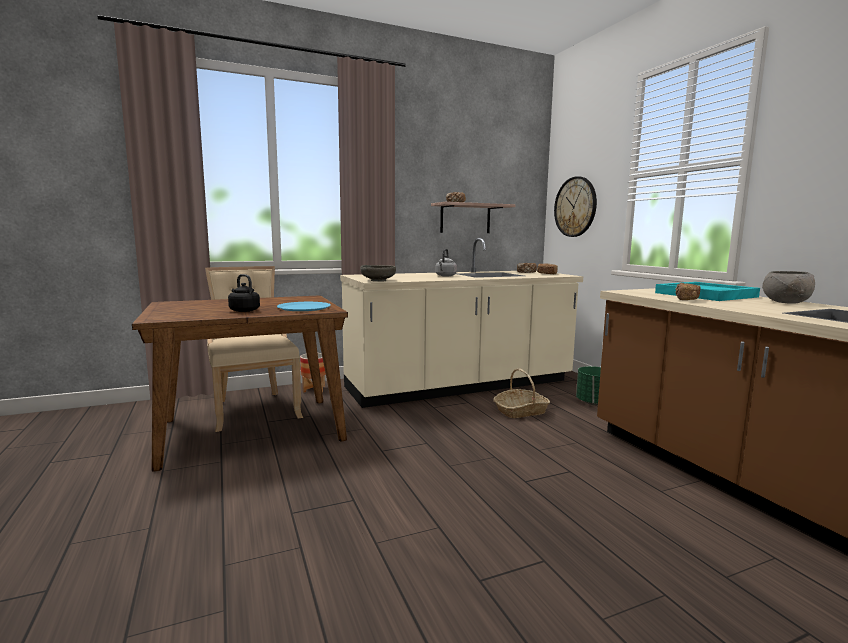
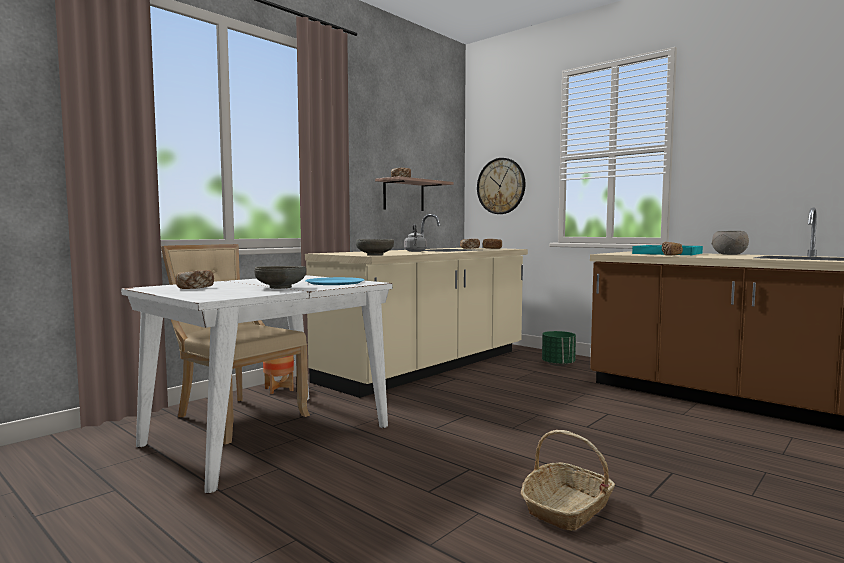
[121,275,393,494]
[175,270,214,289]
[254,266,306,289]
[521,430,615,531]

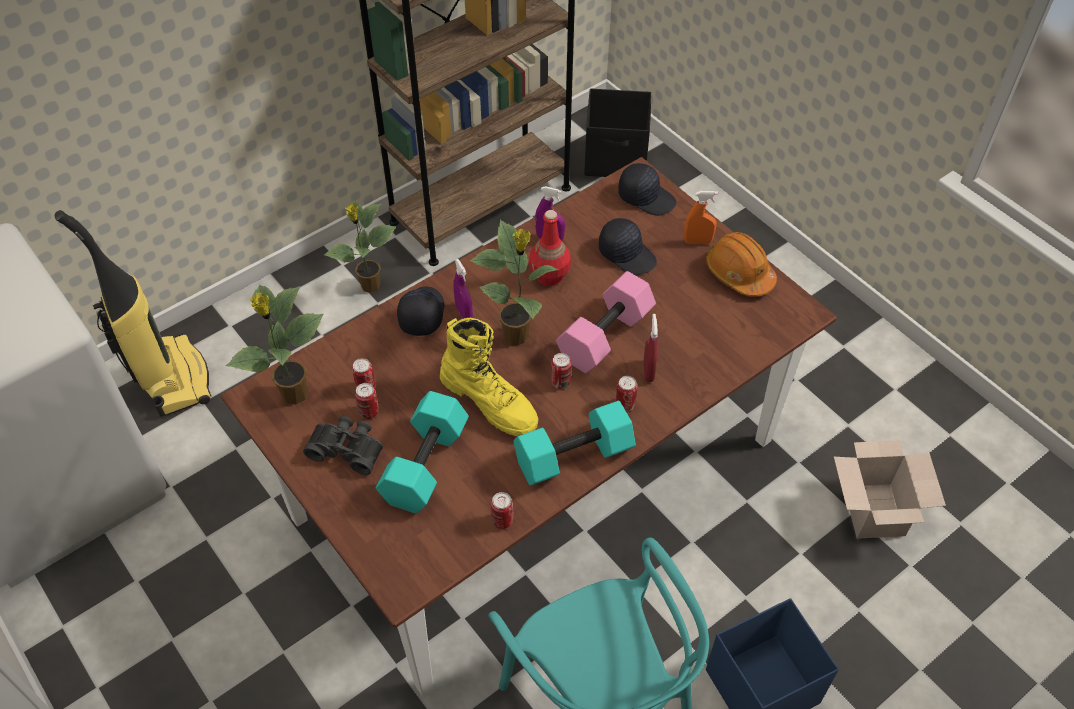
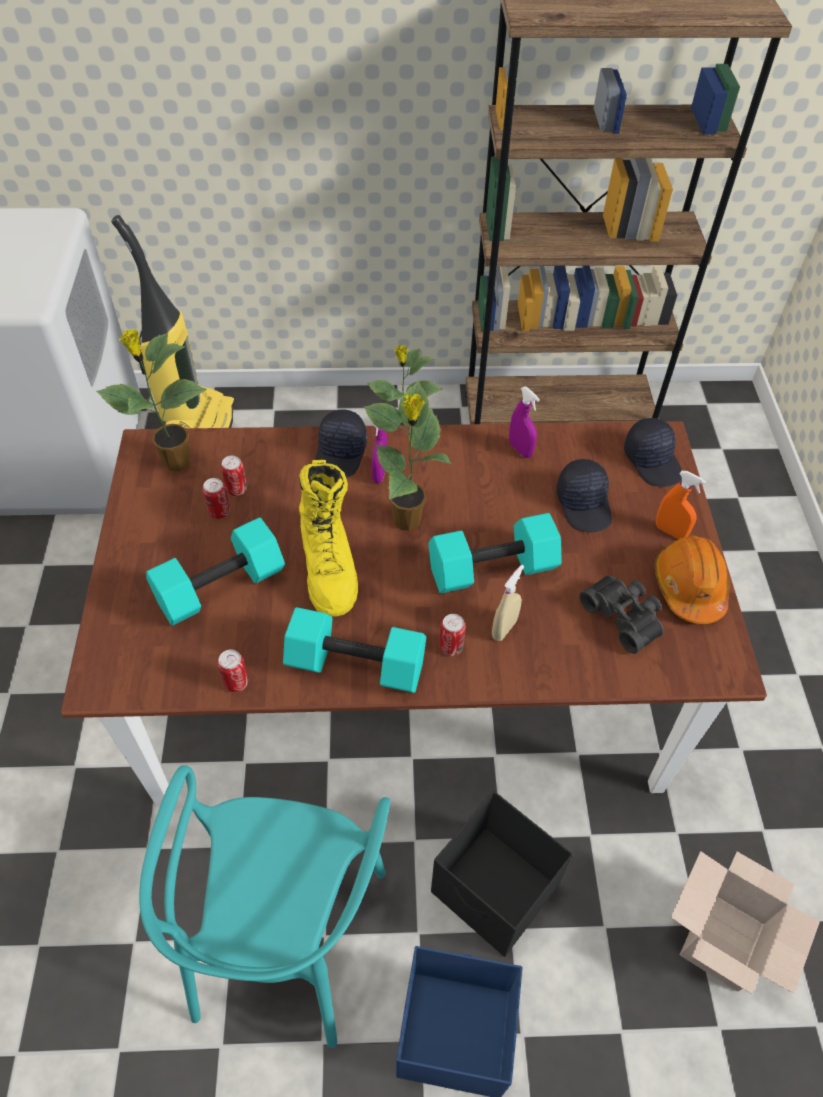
[315,409,367,478]
[428,513,562,594]
[431,791,573,957]
[492,565,524,641]
[579,575,664,654]
[529,210,571,286] (first image)
[551,353,572,389] (first image)

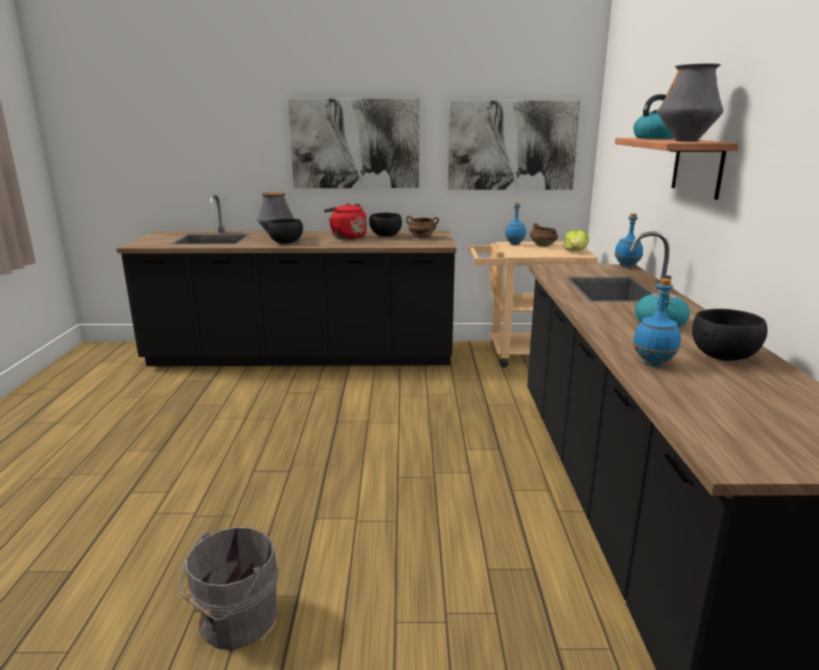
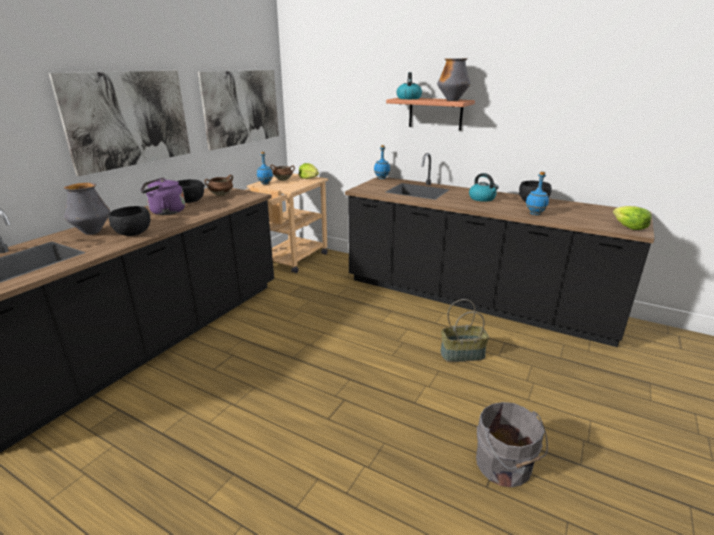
[140,177,185,215]
[440,299,489,362]
[613,206,651,230]

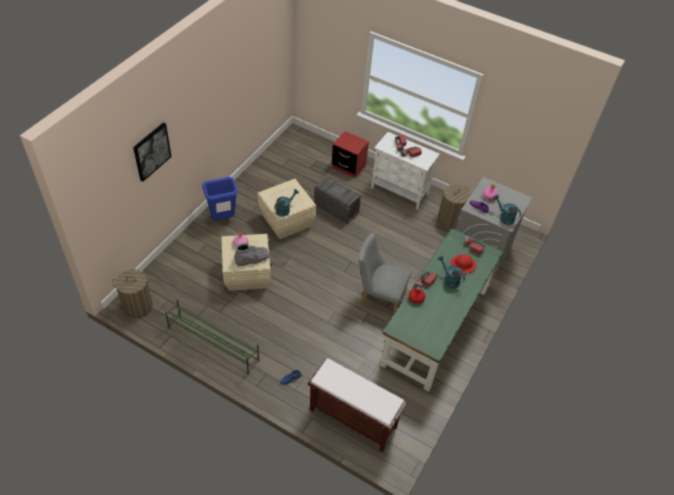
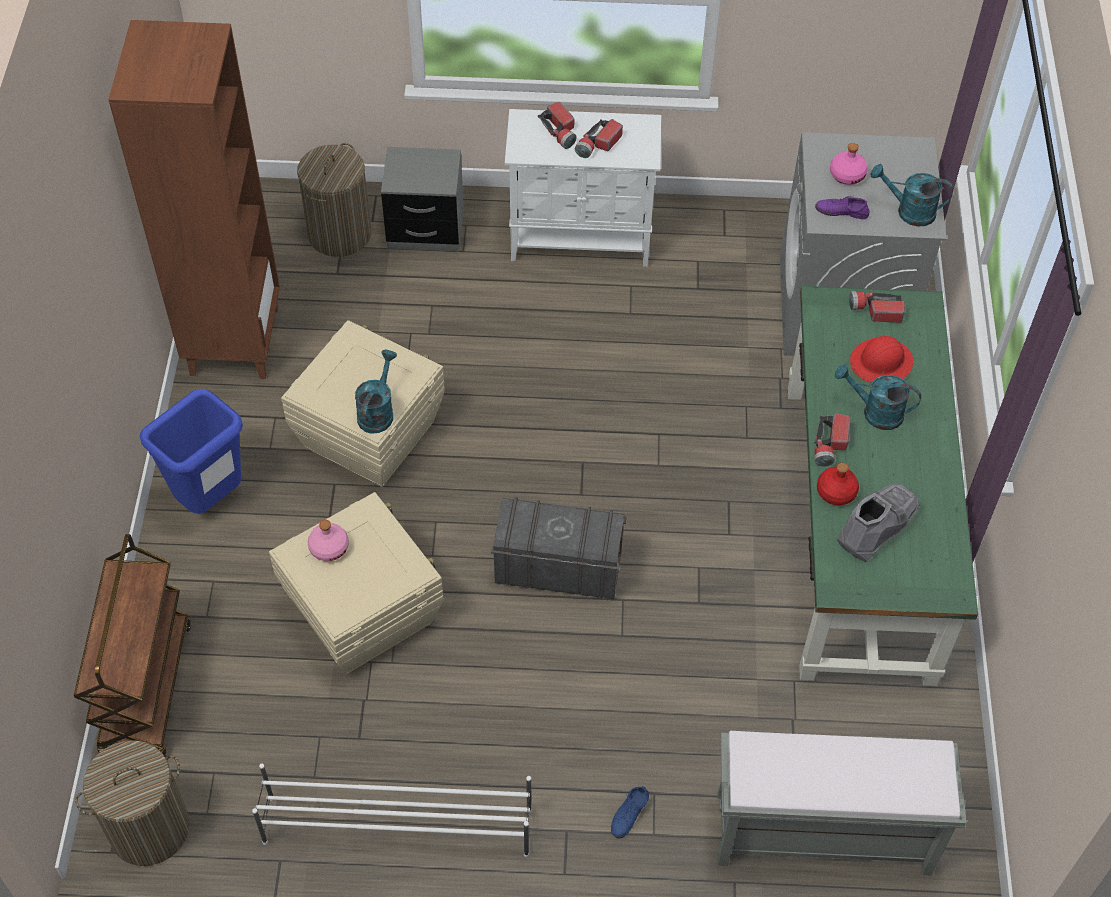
[74,534,190,757]
[108,20,280,379]
[252,764,532,857]
[297,143,371,257]
[381,147,464,251]
[491,497,626,599]
[717,731,966,876]
[837,484,920,562]
[133,122,171,182] (first image)
[358,233,411,316] (first image)

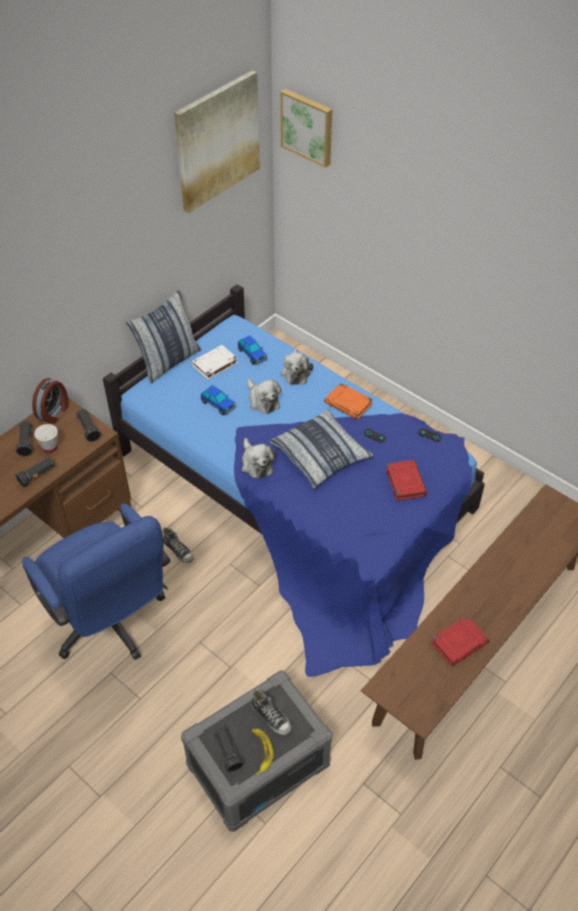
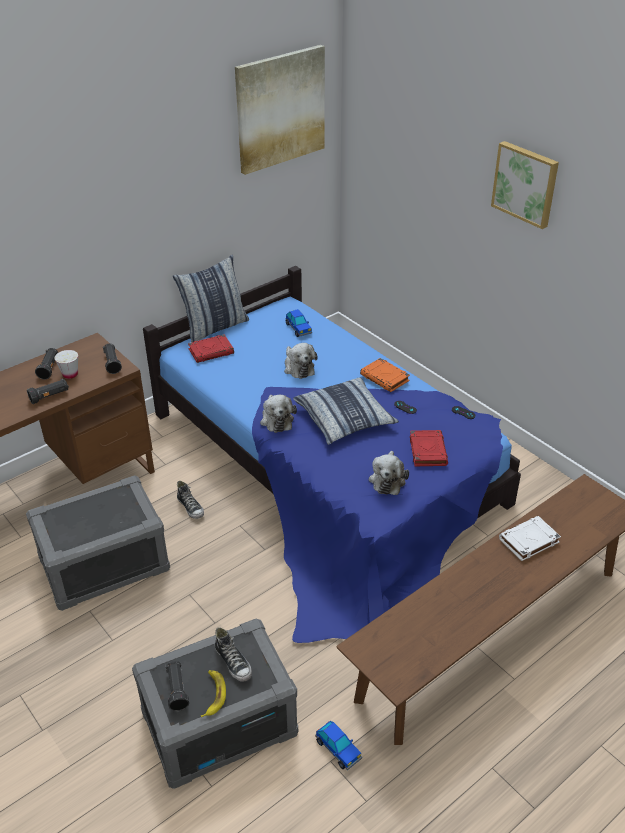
[26,475,170,611]
[188,334,234,363]
[315,721,362,770]
[369,451,409,495]
[491,141,559,229]
[499,516,561,561]
[32,378,68,424] (first image)

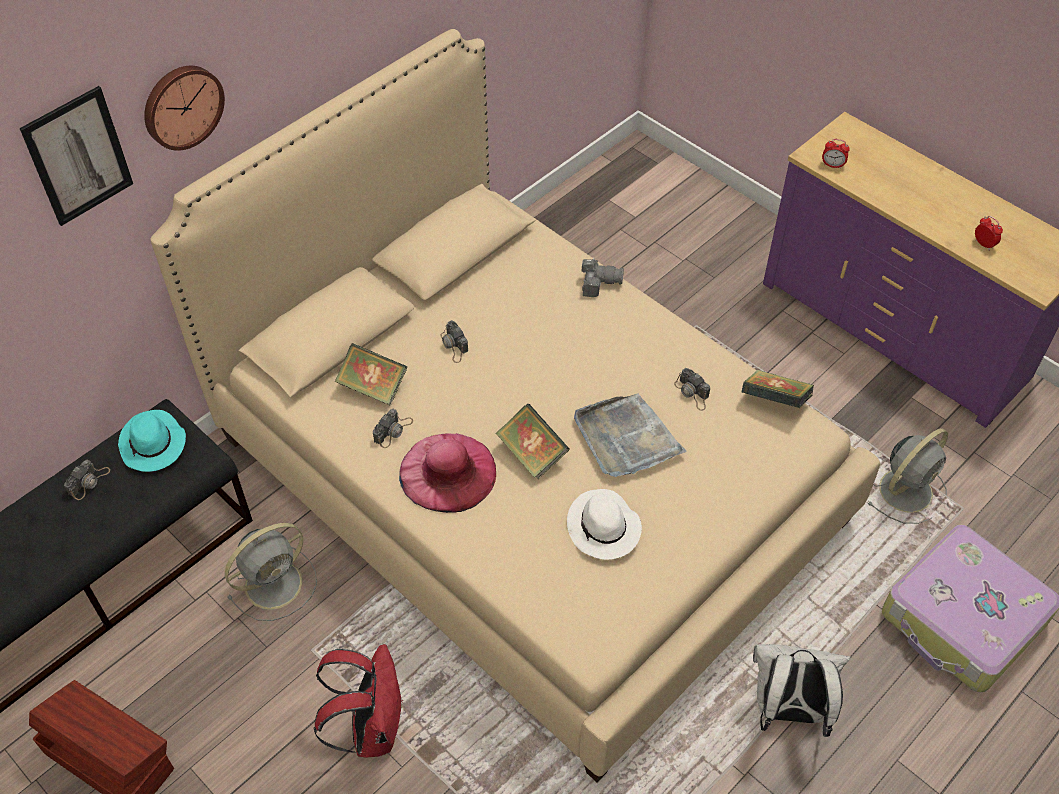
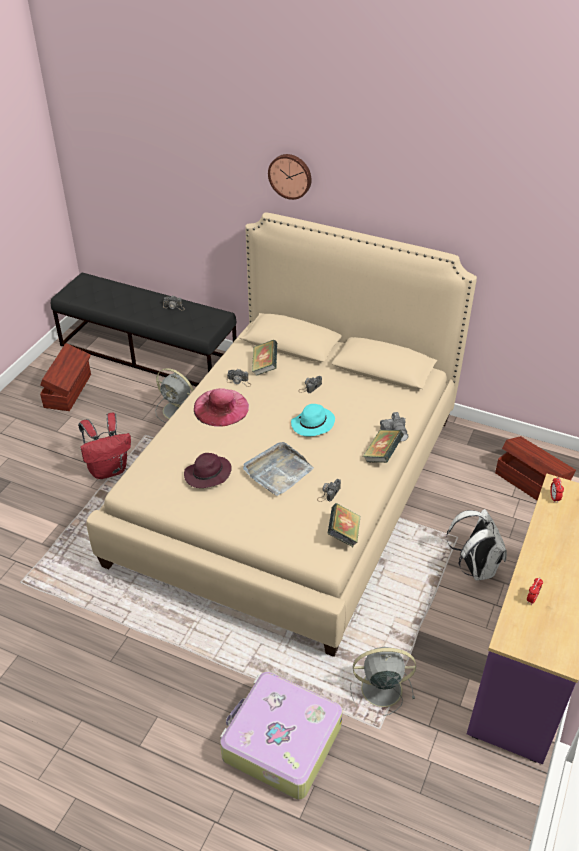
[184,453,232,488]
[291,404,335,437]
[350,647,416,716]
[363,430,404,463]
[446,509,507,581]
[495,436,576,500]
[19,86,133,226] (first image)

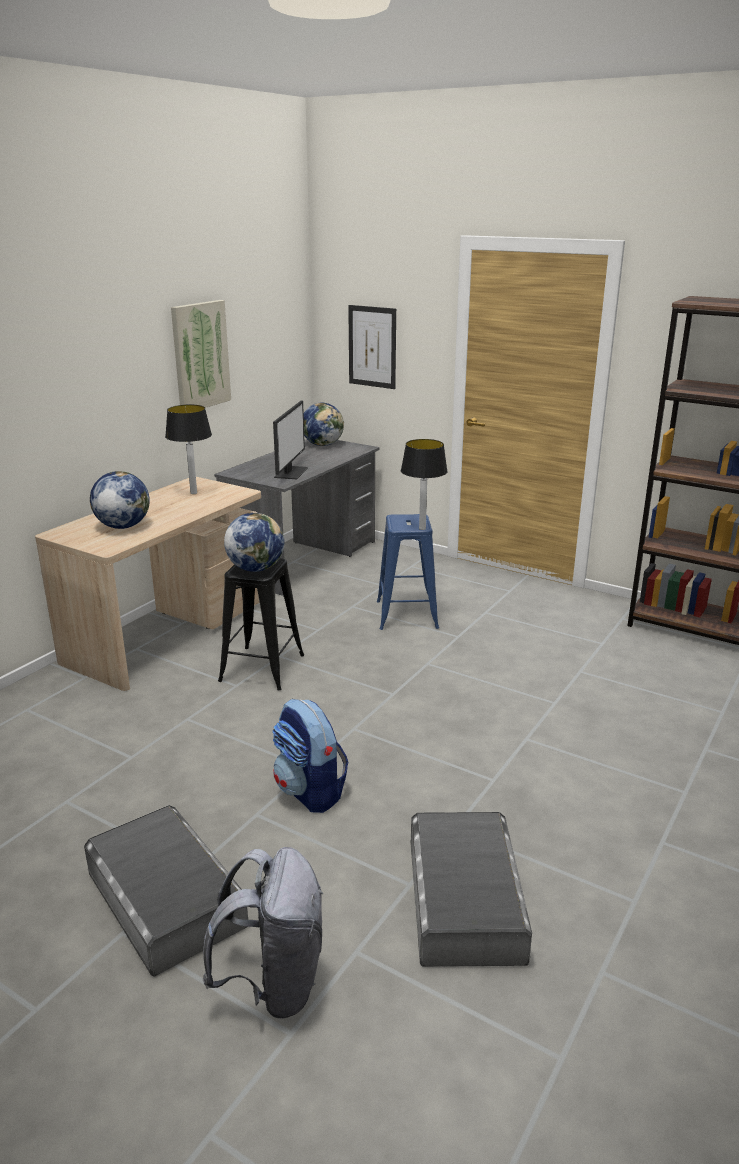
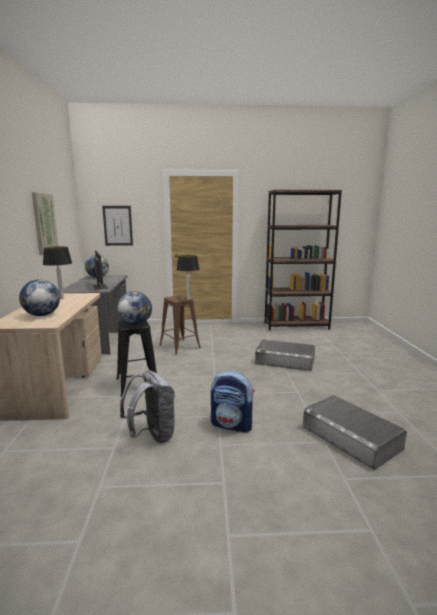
[120,370,175,443]
[160,295,201,355]
[255,340,315,371]

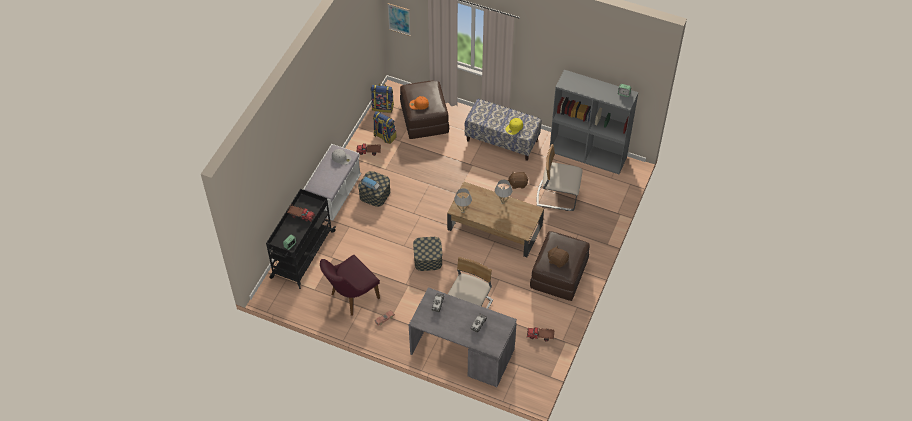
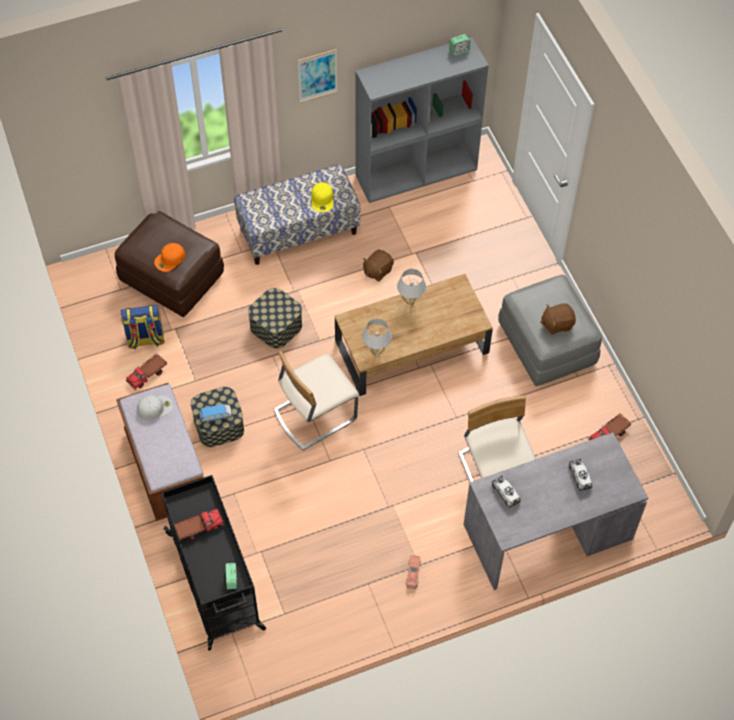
[116,383,204,521]
[248,288,302,348]
[274,350,359,450]
[298,49,338,103]
[499,275,602,386]
[320,255,380,316] (first image)
[371,84,394,113] (first image)

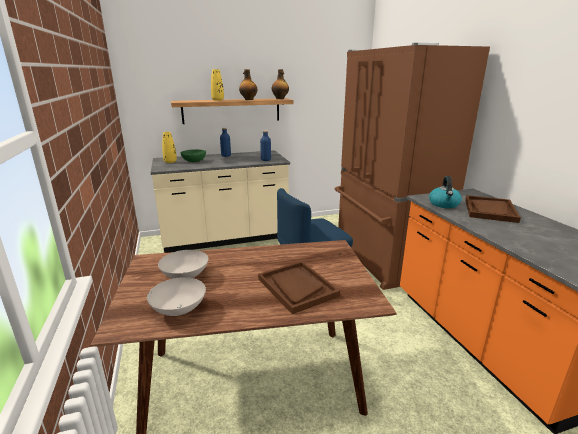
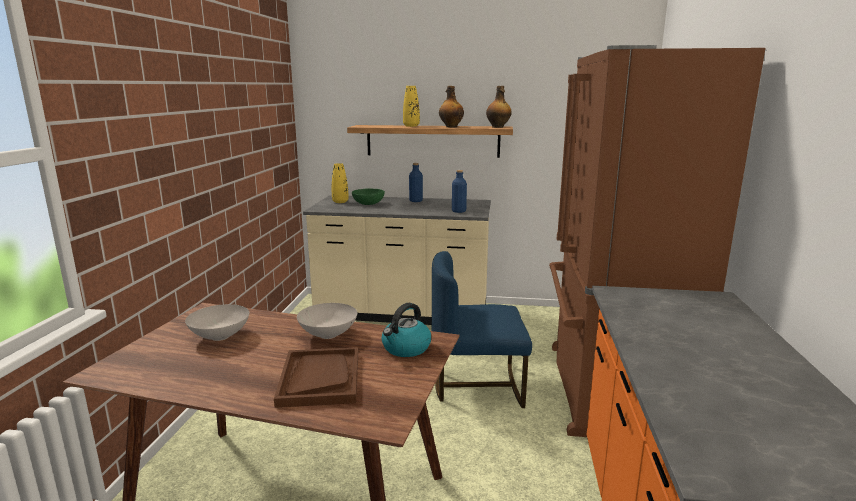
[297,303,357,339]
[382,303,431,357]
[465,195,521,223] (first image)

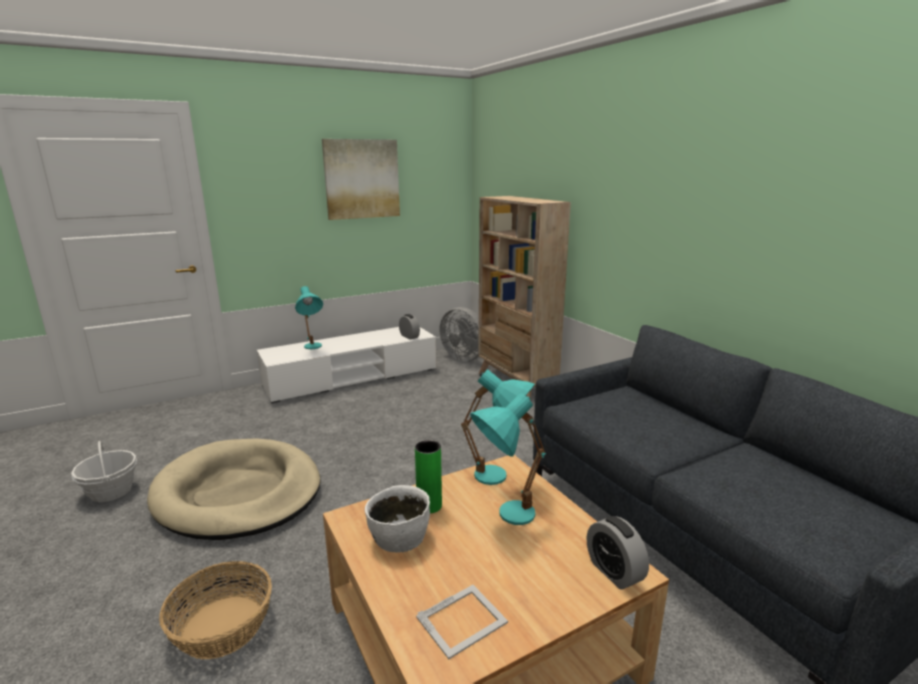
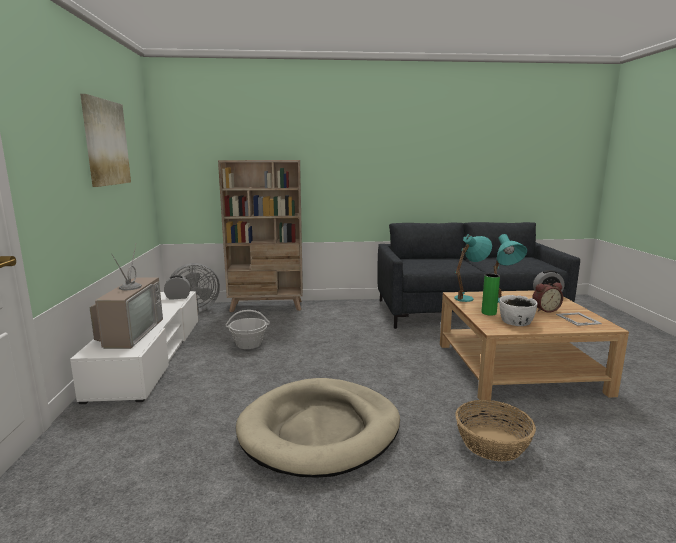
[90,245,163,349]
[225,310,270,349]
[532,283,563,313]

